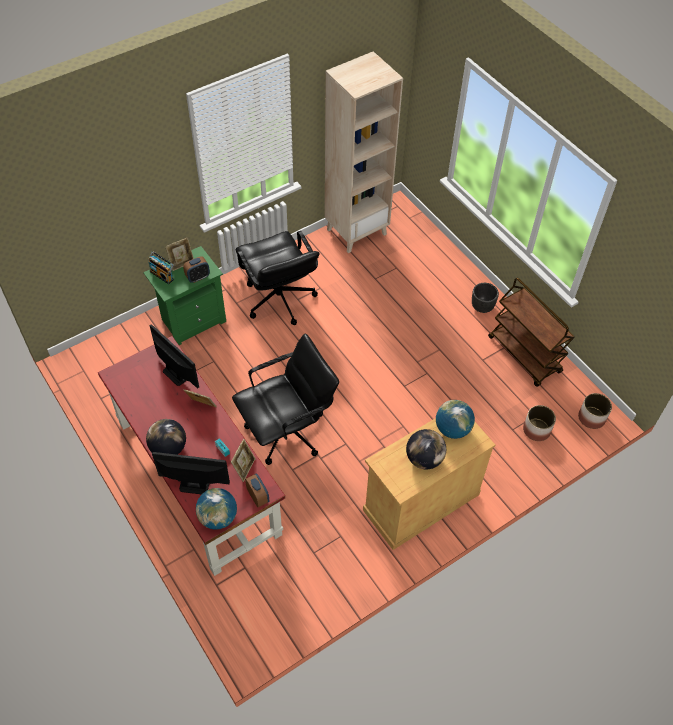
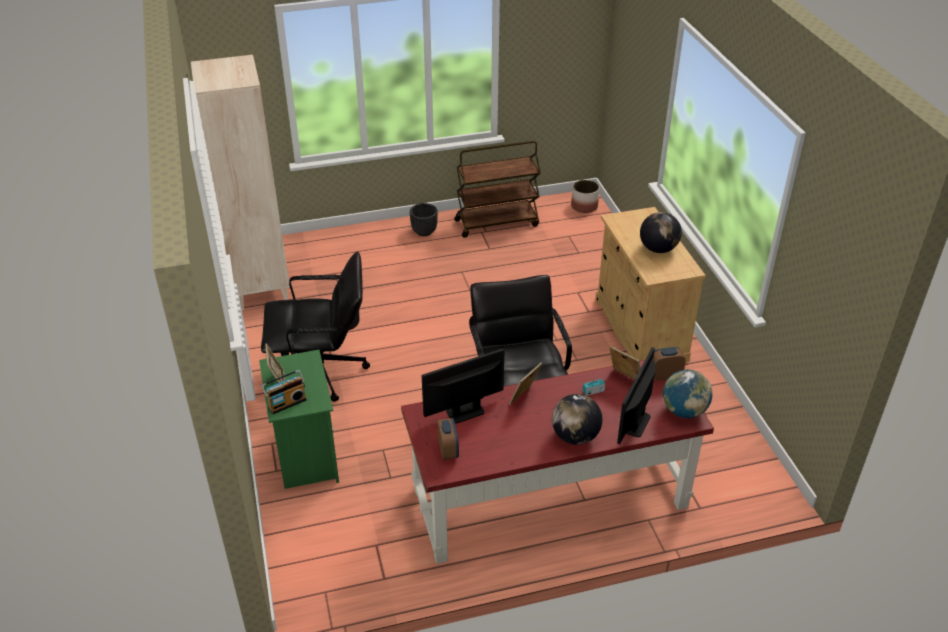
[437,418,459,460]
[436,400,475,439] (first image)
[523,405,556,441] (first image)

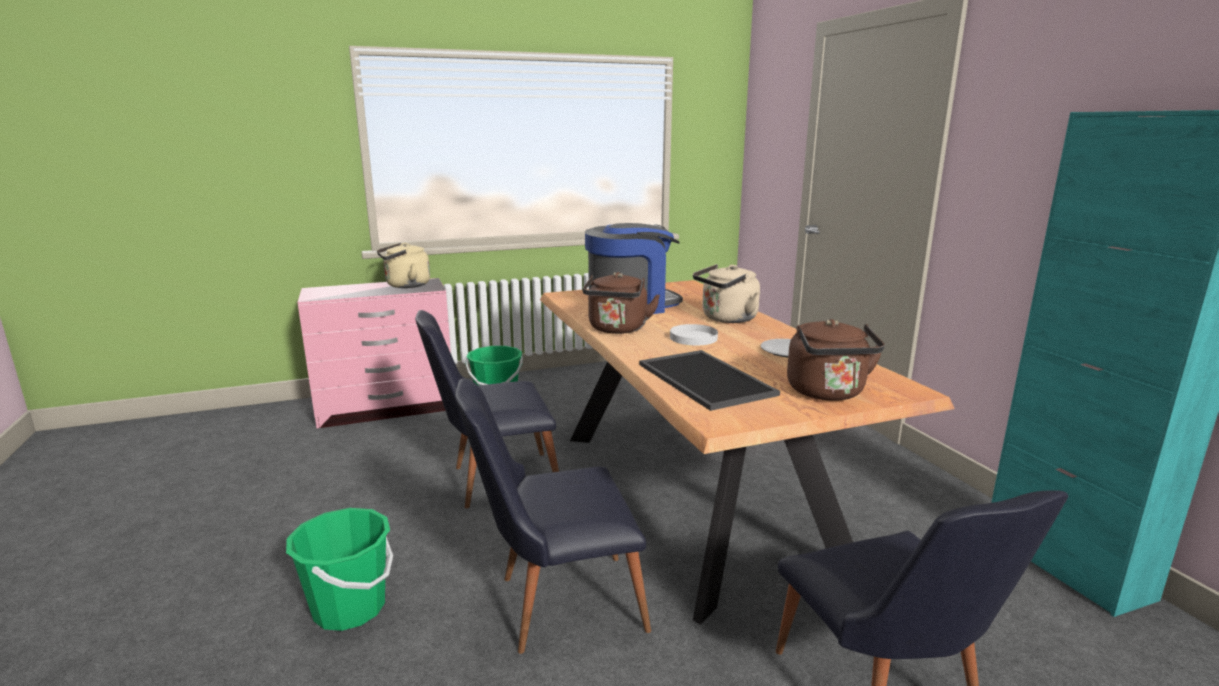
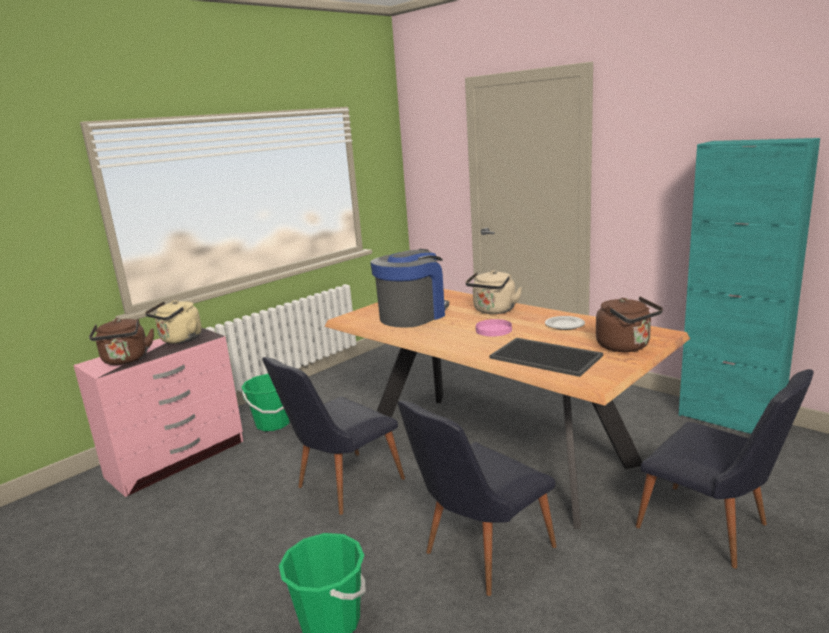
[89,318,154,365]
[476,319,512,337]

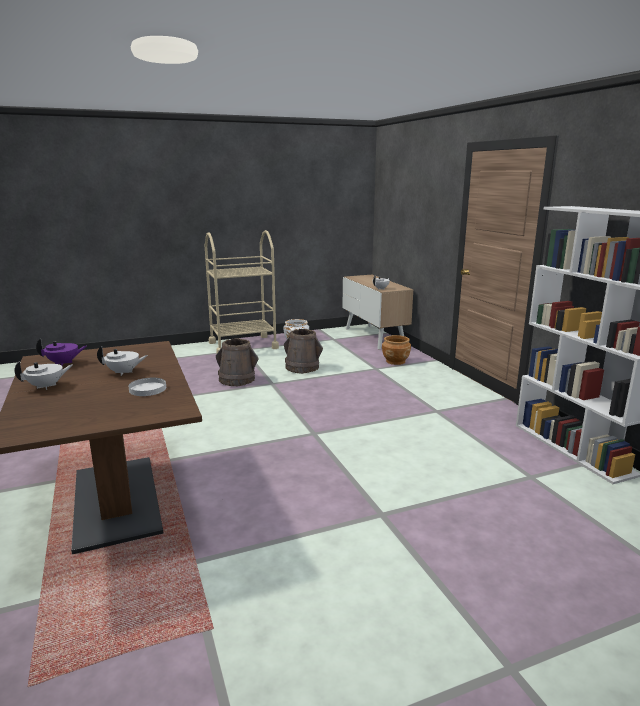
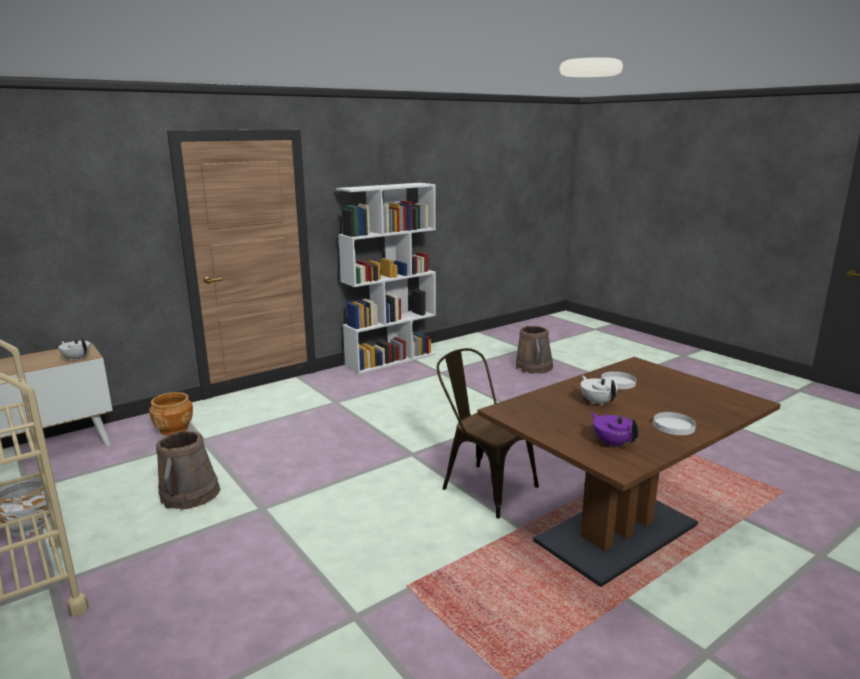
[437,348,539,518]
[516,326,553,374]
[653,412,696,435]

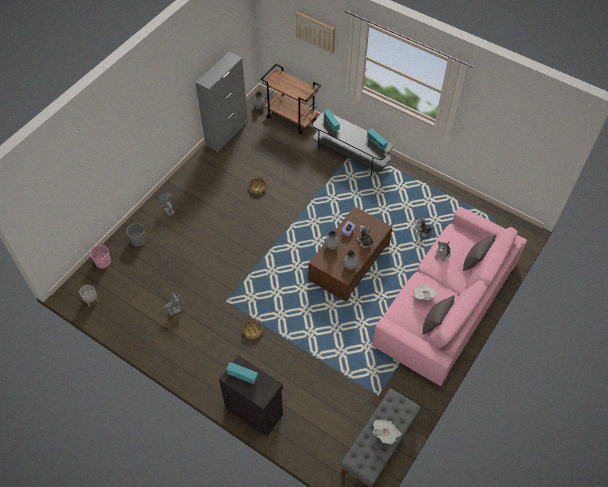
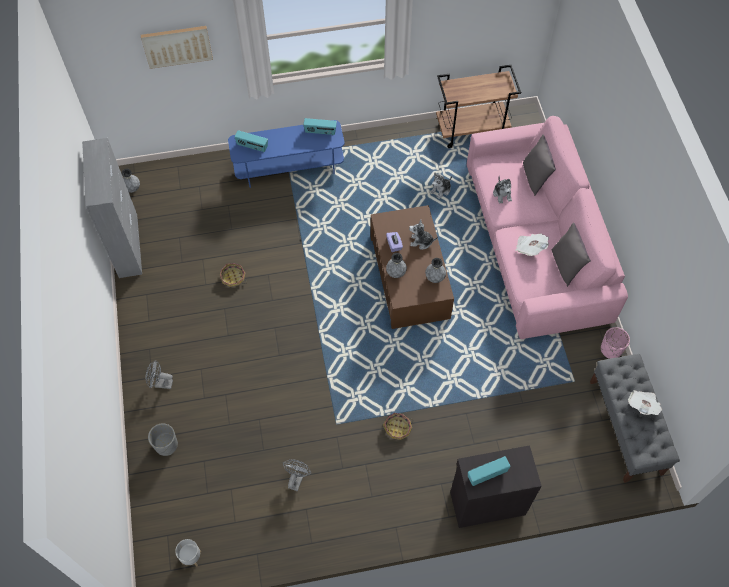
[228,120,345,188]
[436,65,521,148]
[601,327,630,359]

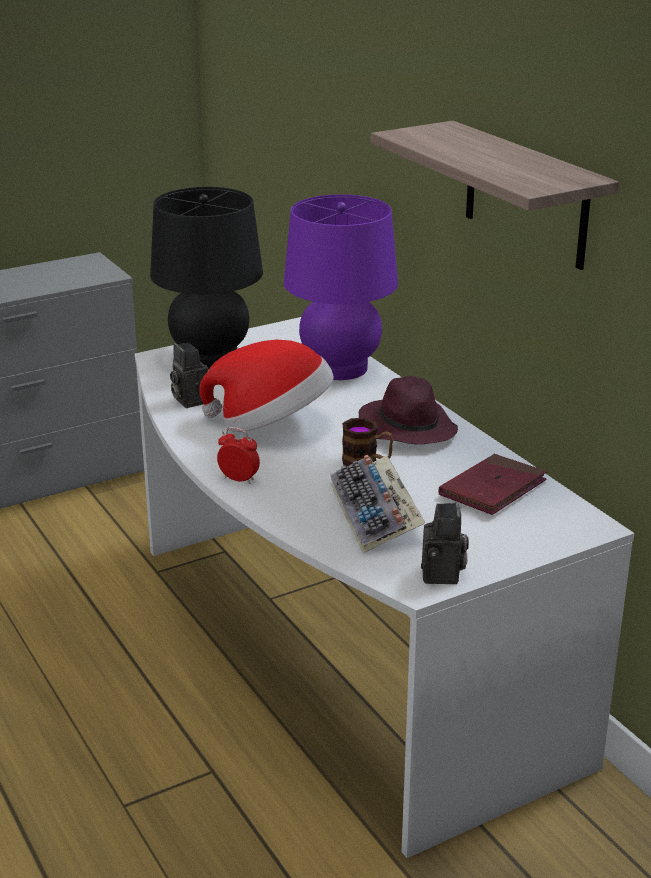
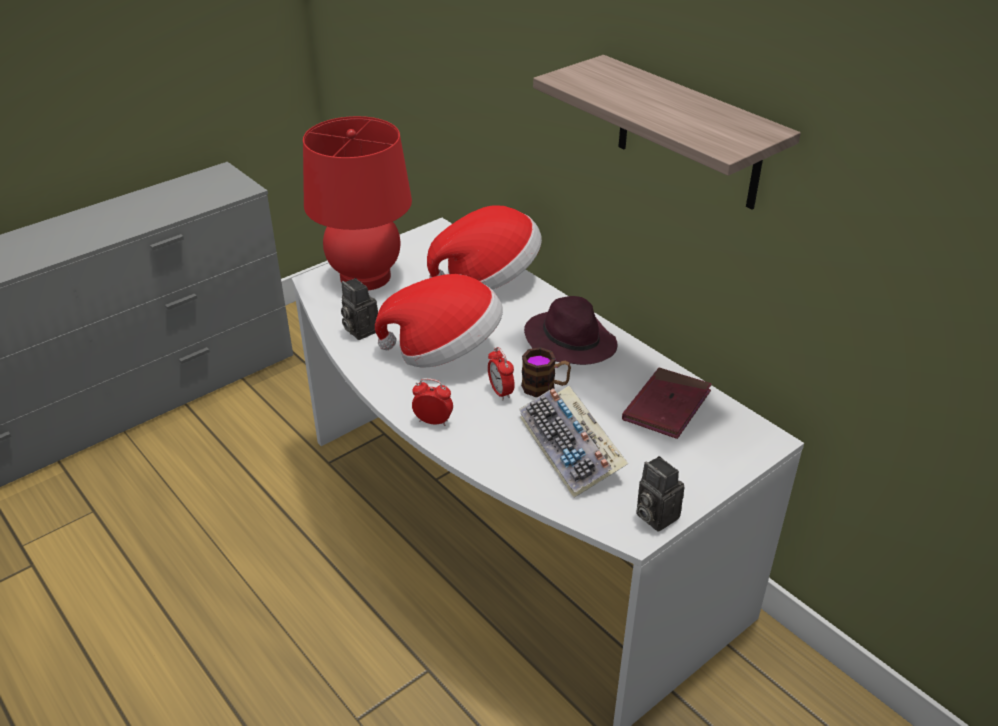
[303,116,412,291]
[427,205,542,290]
[488,347,515,400]
[636,456,684,531]

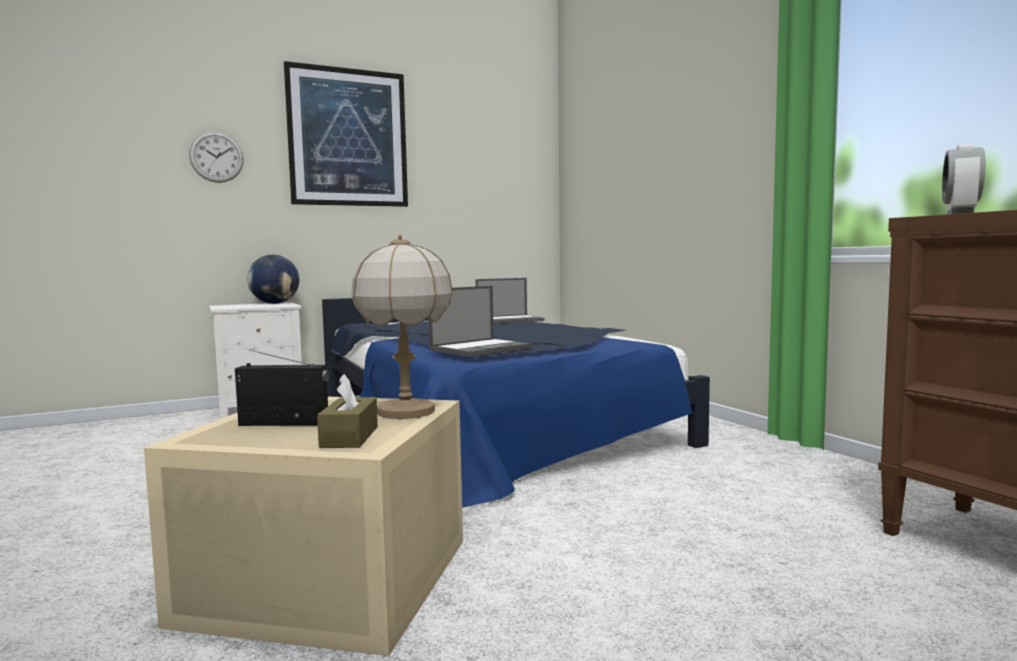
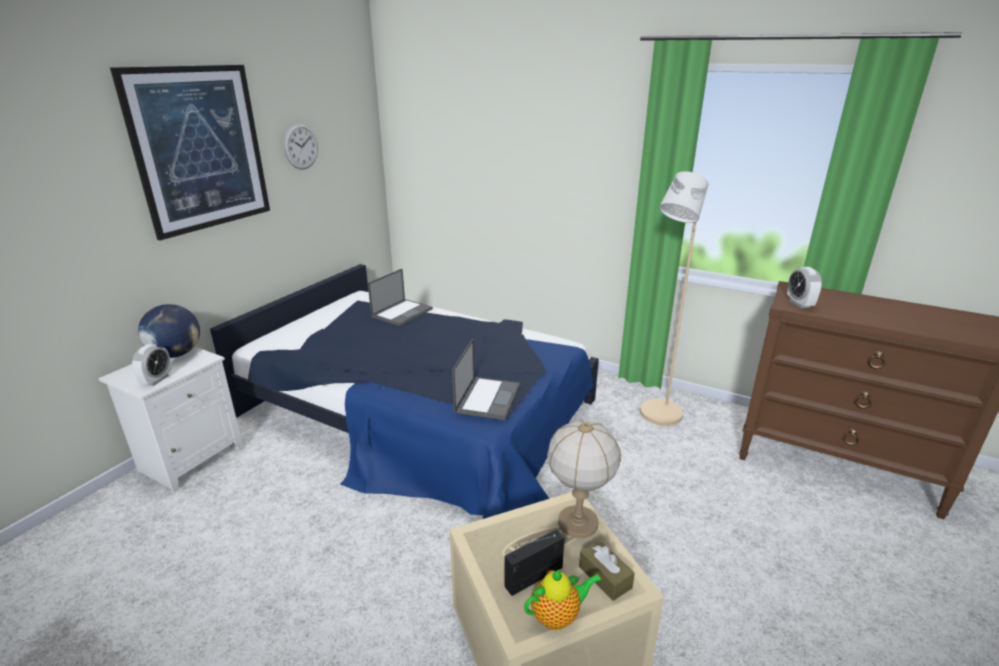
[132,344,172,386]
[283,123,318,169]
[524,569,602,630]
[640,171,709,425]

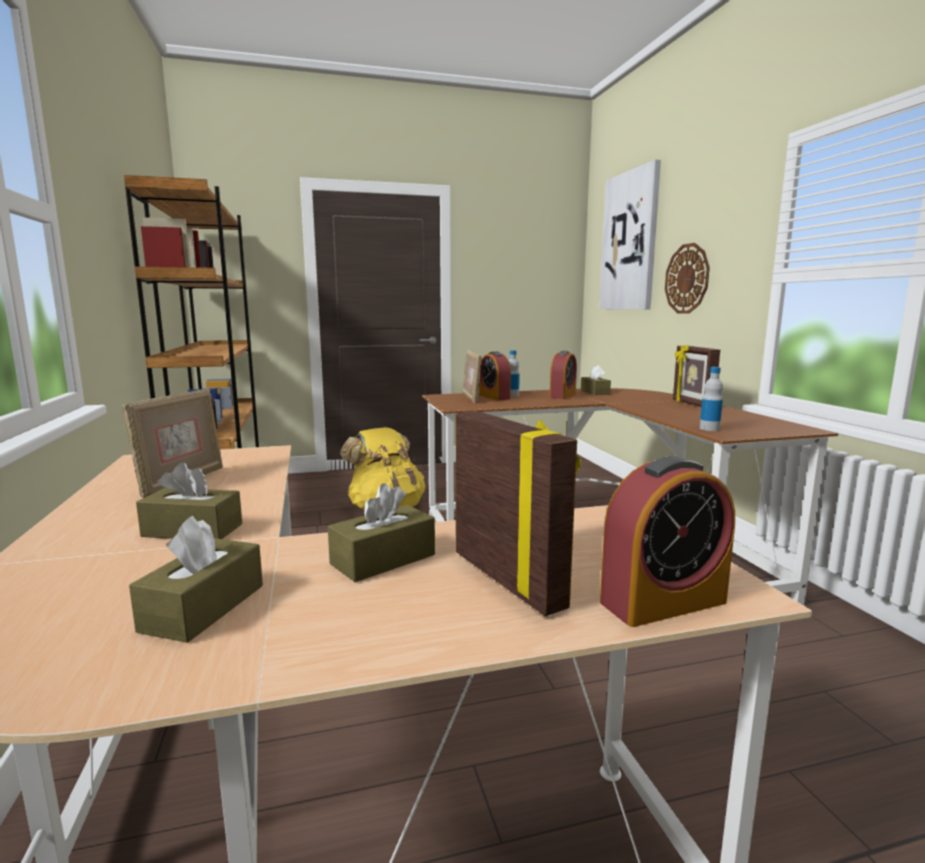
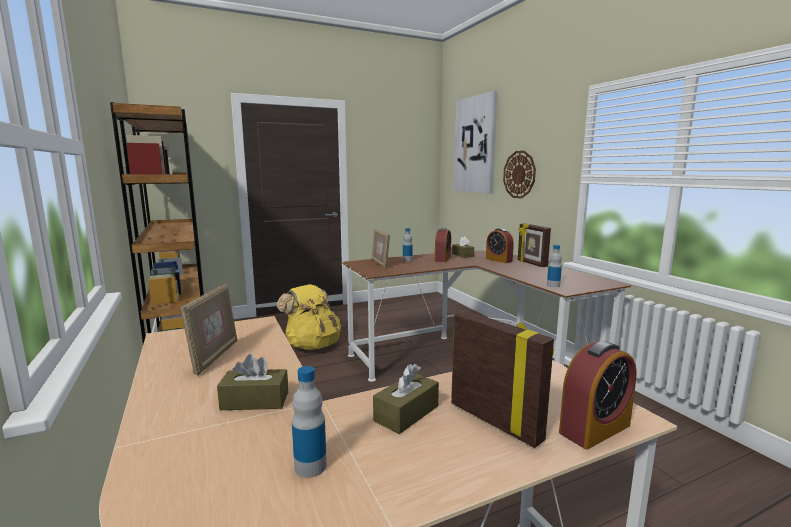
[292,366,327,478]
[486,228,514,263]

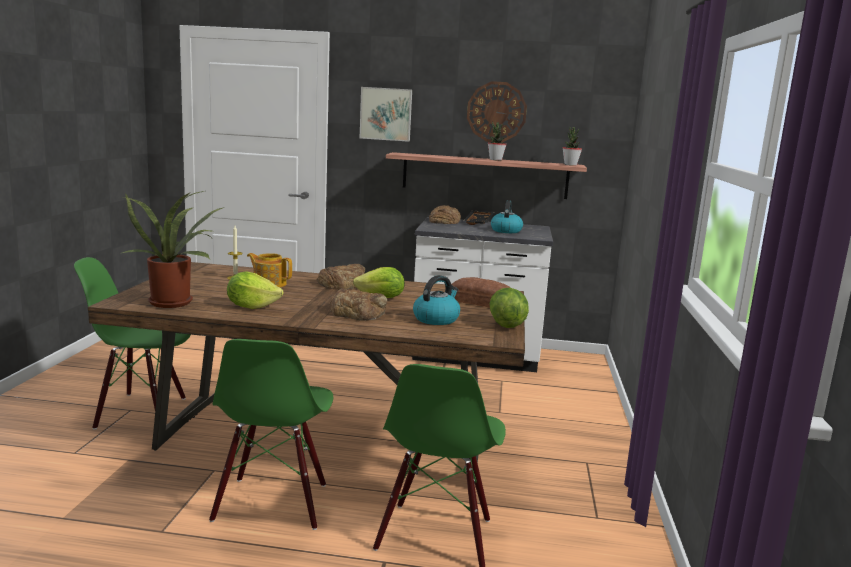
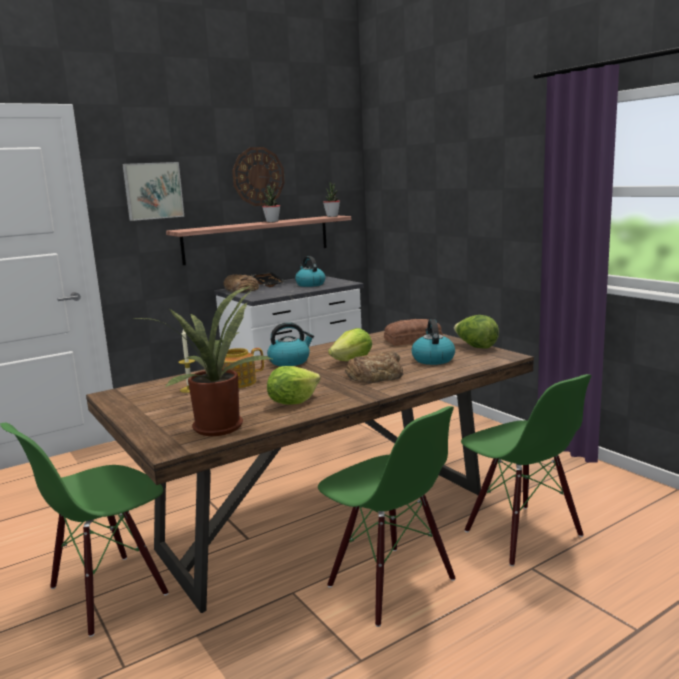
[267,322,314,366]

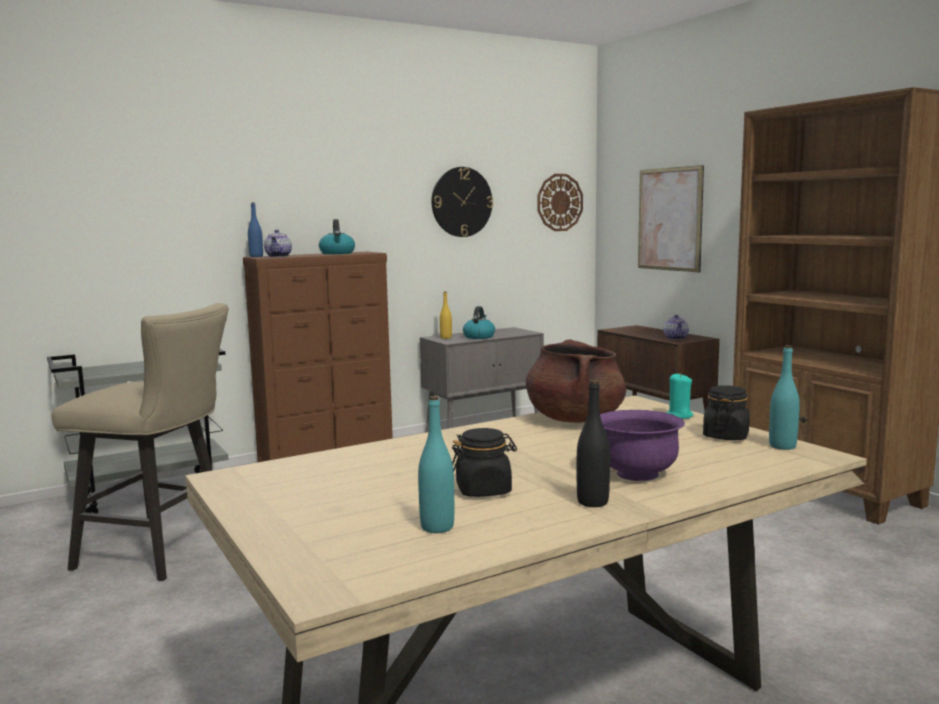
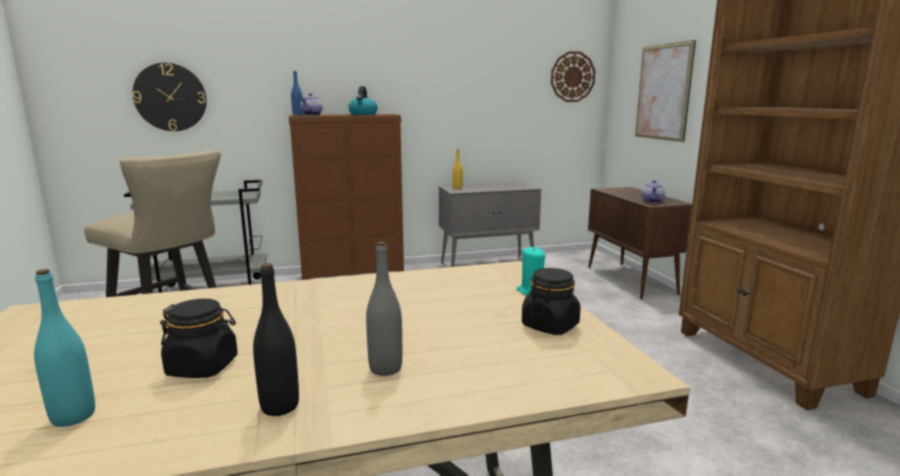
[132,63,207,131]
[366,241,402,376]
[463,306,495,339] (first image)
[526,339,627,423] (first image)
[769,345,800,450] (first image)

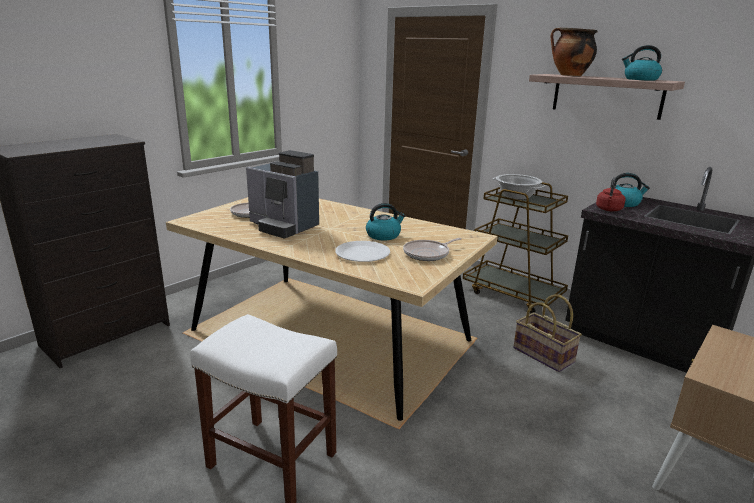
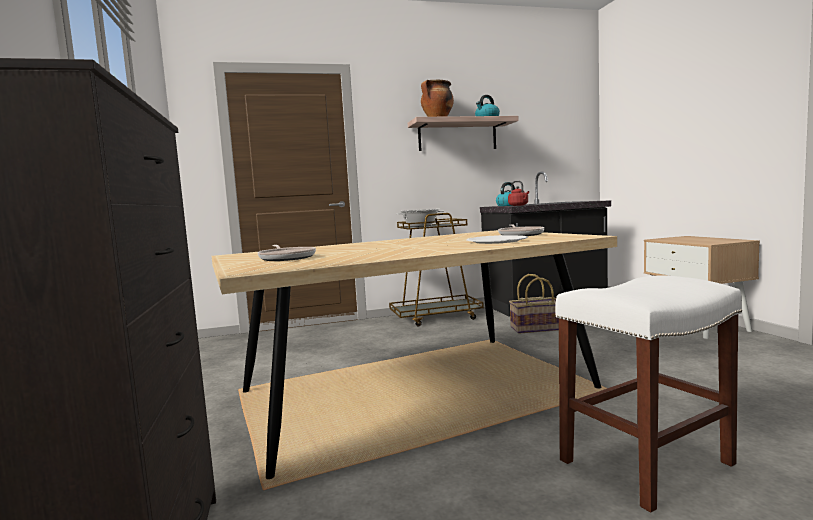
[246,150,319,239] (first image)
[366,203,406,240] (first image)

